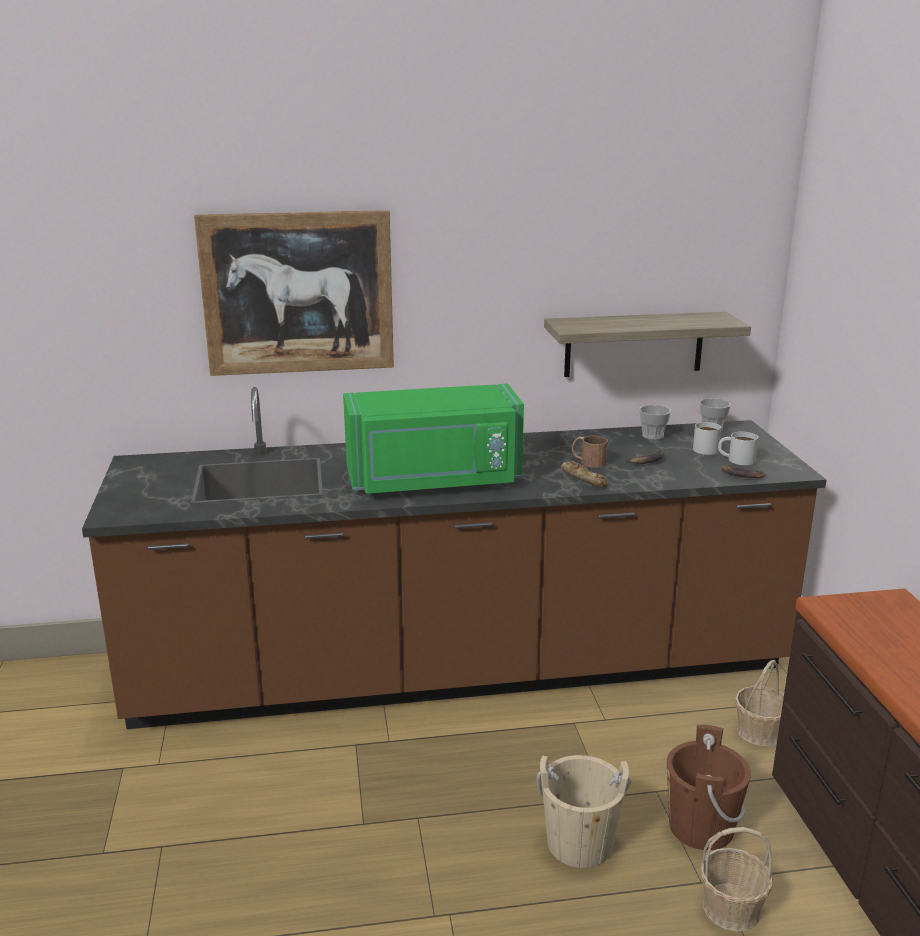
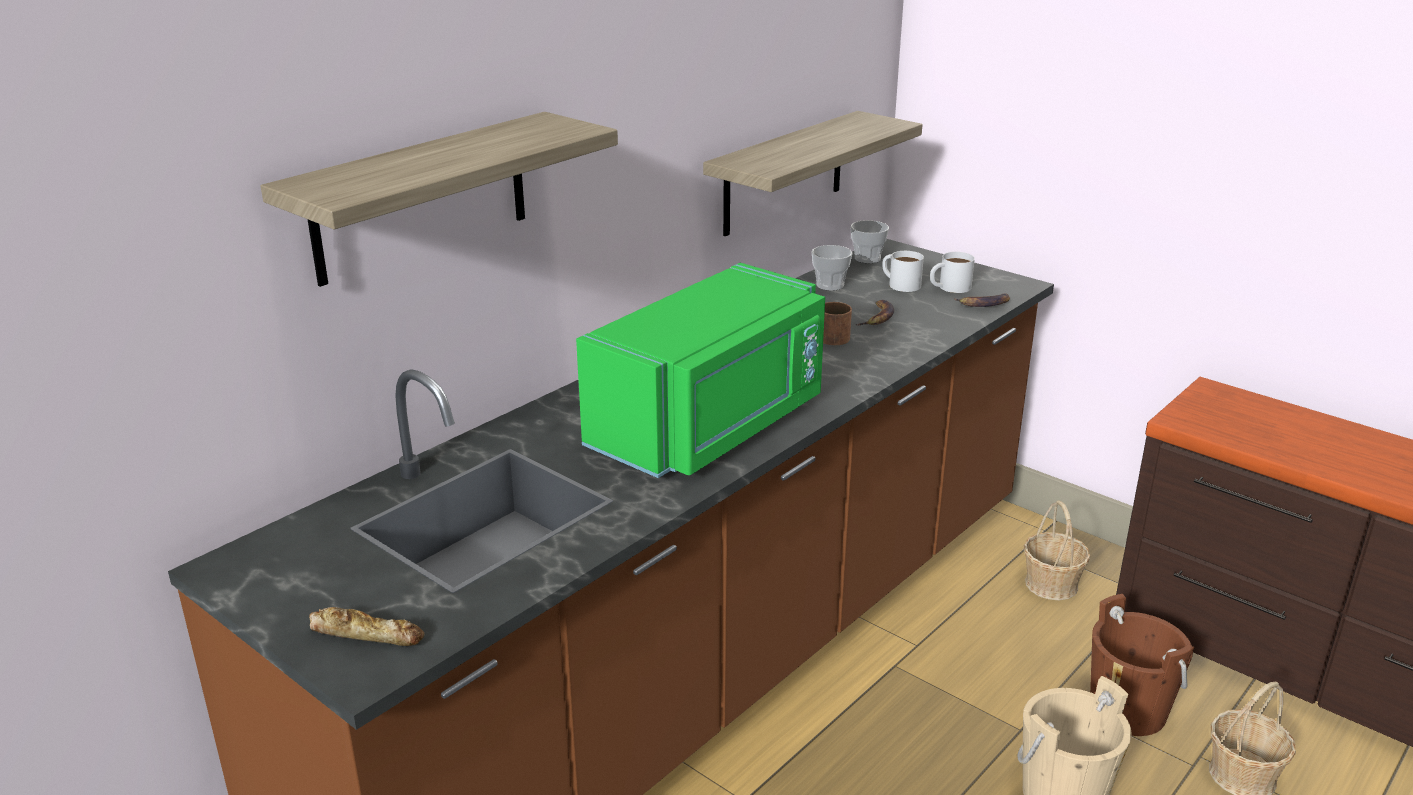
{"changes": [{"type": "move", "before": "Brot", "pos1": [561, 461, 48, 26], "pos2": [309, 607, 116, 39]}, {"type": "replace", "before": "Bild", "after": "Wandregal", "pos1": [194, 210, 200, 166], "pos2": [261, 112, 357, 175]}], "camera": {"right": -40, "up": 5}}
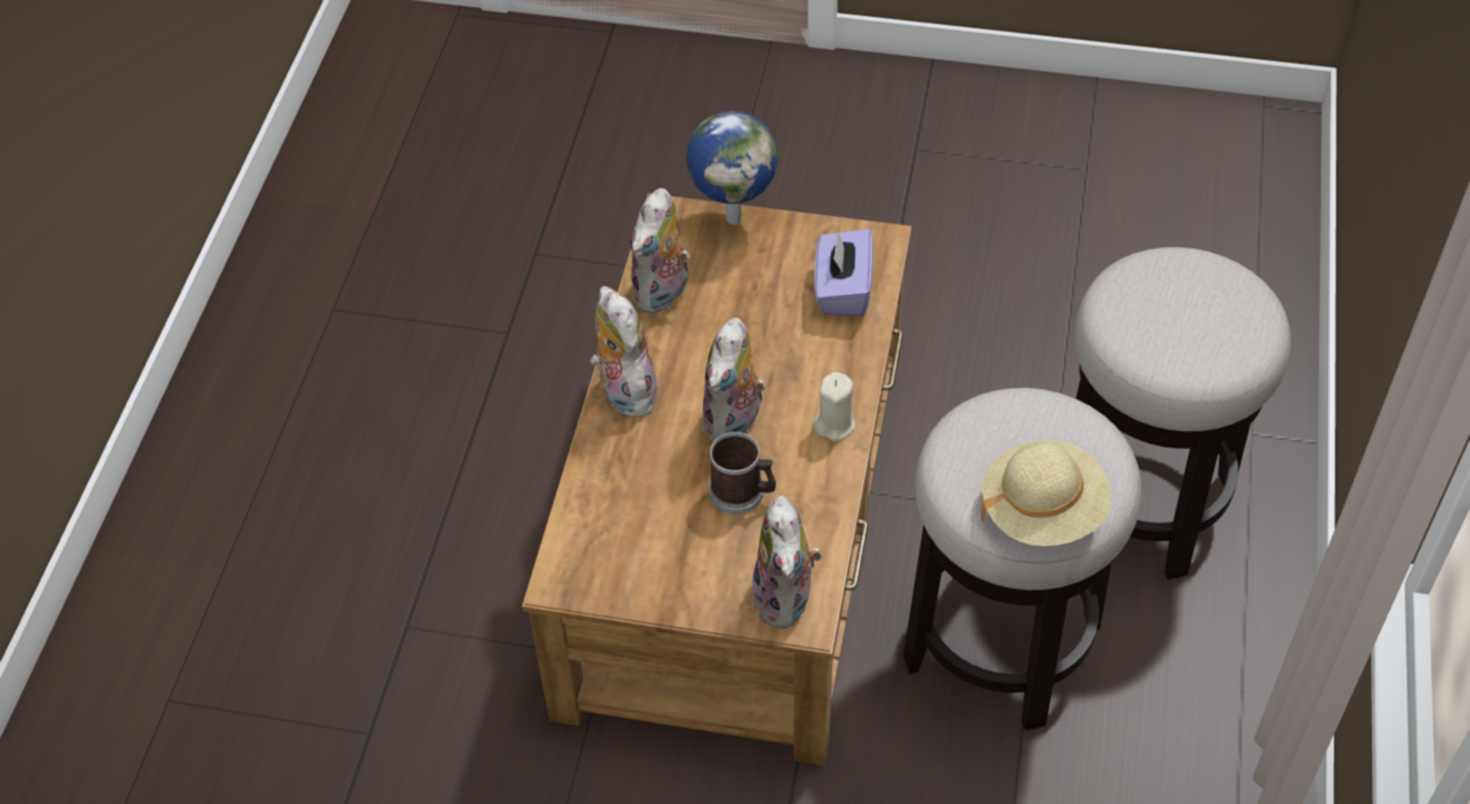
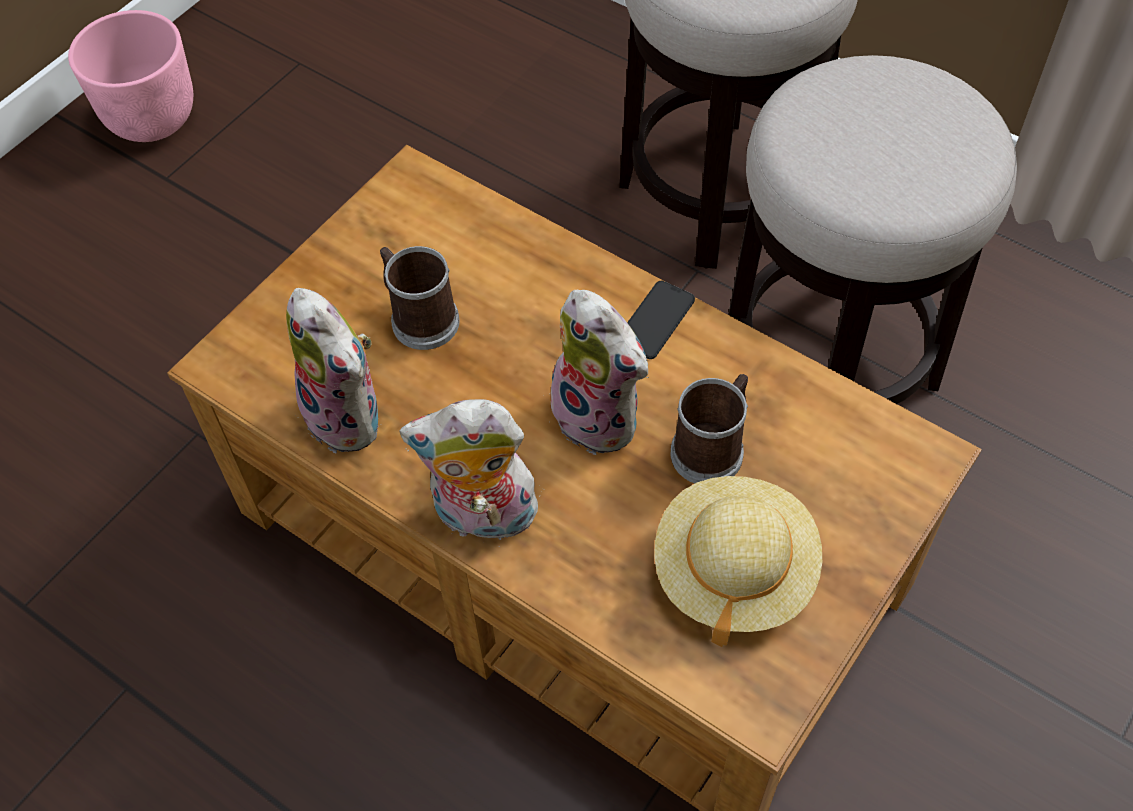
{"changes": [{"type": "delete", "before": "Globus", "pos1": [686, 111, 92, 114]}, {"type": "delete", "before": "Plüschtier", "pos1": [751, 496, 71, 132]}, {"type": "delete", "before": "Taschentuchbox [lila]", "pos1": [815, 229, 58, 87]}, {"type": "insert", "after": "Pflanzkübel [rosa]", "pos2": [68, 10, 125, 132]}, {"type": "insert", "after": "Henkelbecher", "pos2": [380, 246, 80, 104]}, {"type": "move", "before": "Hut [beige]", "pos1": [981, 440, 131, 106], "pos2": [654, 476, 168, 171]}, {"type": "replace", "before": "Kerze [beige]", "after": "Handy", "pos1": [813, 372, 43, 69], "pos2": [627, 281, 68, 78]}], "camera": {"right": -65, "up": 5}}
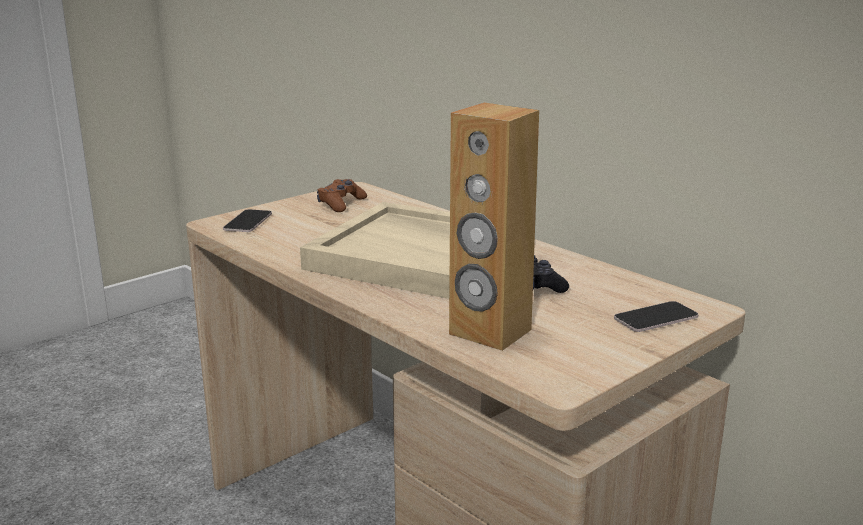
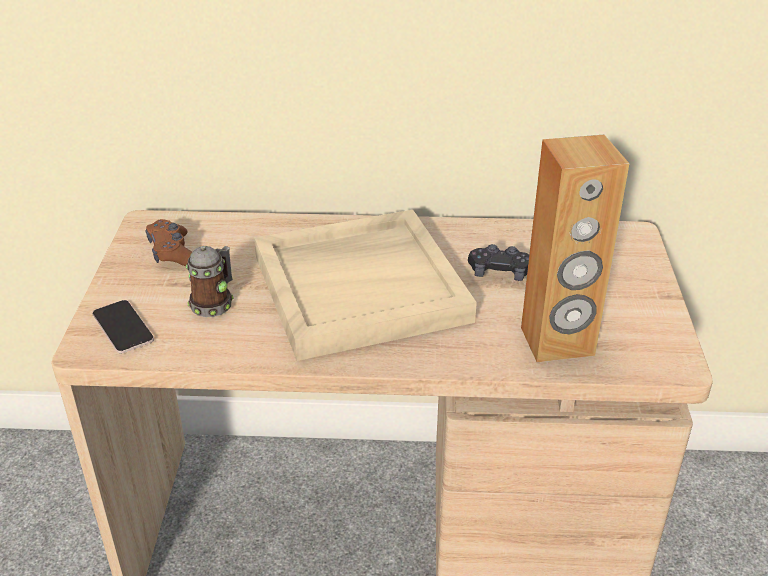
{"changes": [{"type": "delete", "before": "Handy", "pos1": [614, 301, 85, 31]}, {"type": "insert", "after": "Henkelbecher", "pos2": [186, 246, 47, 71]}], "camera": {"right": -45, "up": 15}}
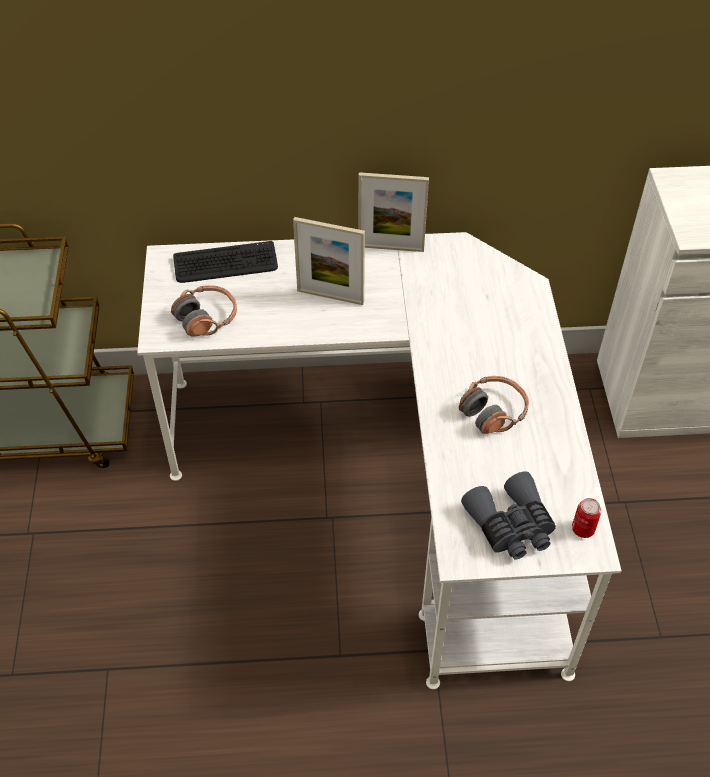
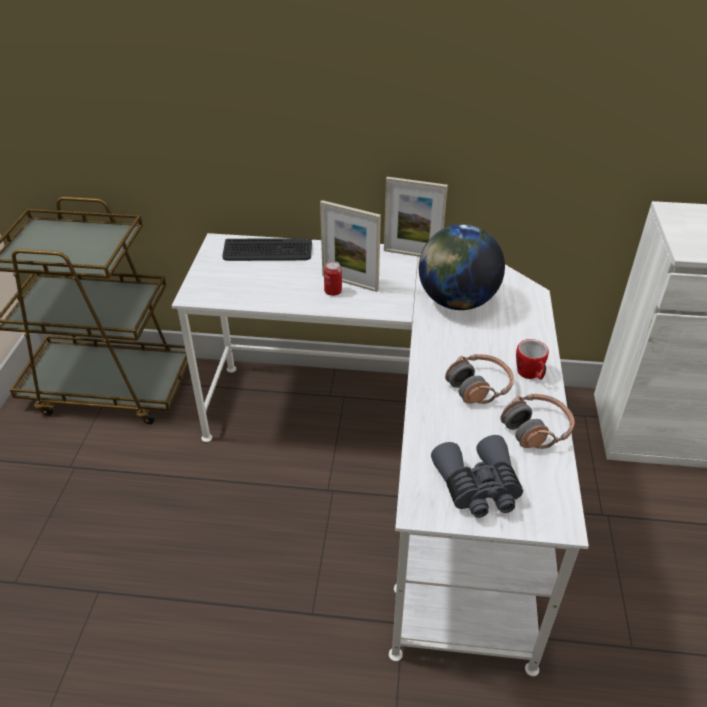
{"changes": [{"type": "insert", "after": "Globus", "pos2": [419, 224, 86, 86]}, {"type": "insert", "after": "Henkelbecher", "pos2": [516, 339, 33, 41]}, {"type": "move", "before": "Kopfhörer", "pos1": [171, 285, 66, 52], "pos2": [500, 394, 74, 55]}, {"type": "move", "before": "Dose", "pos1": [572, 498, 29, 40], "pos2": [324, 261, 18, 35]}], "camera": {"right": 10, "up": -10}}
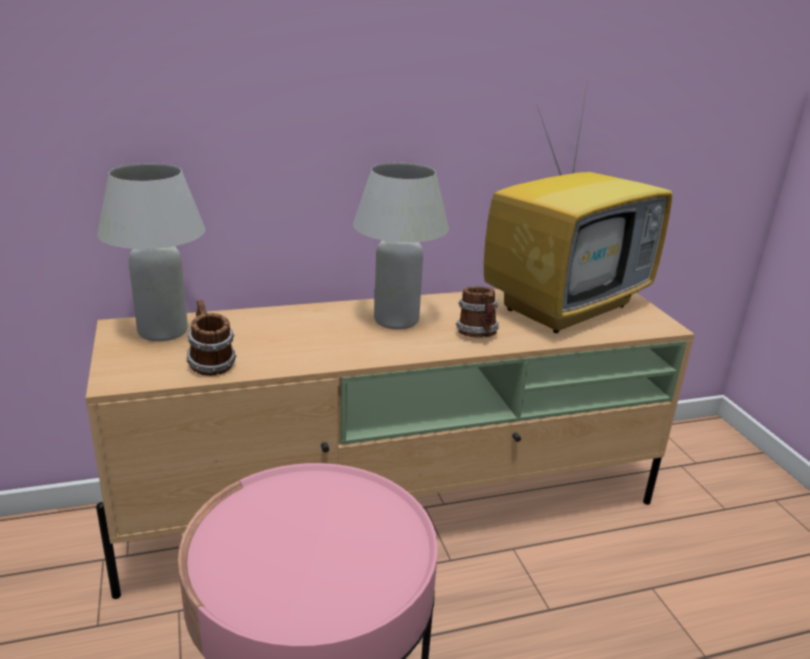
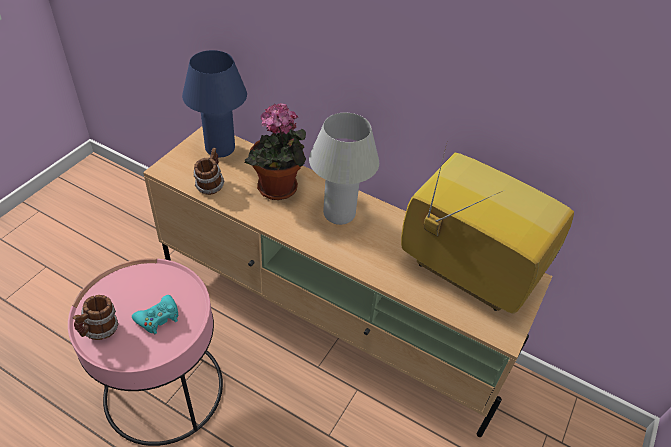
{"changes": [{"type": "insert", "after": "Gamepad [türkis]", "pos2": [132, 295, 46, 39]}, {"type": "insert", "after": "Topfpflanze", "pos2": [244, 103, 62, 97]}, {"type": "move", "before": "Henkelbecher", "pos1": [456, 287, 43, 51], "pos2": [73, 295, 46, 45]}, {"type": "recolor", "before": "Tischlampe [weiß]", "after": "Tischlampe [blau]", "pos1": [97, 163, 108, 179], "pos2": [182, 50, 65, 107]}, {"type": "rotate", "before": "Fernseher", "pos1": [484, 80, 188, 253], "pos2": [401, 144, 173, 170], "turn": -150}], "camera": {"right": 45, "up": 20}}
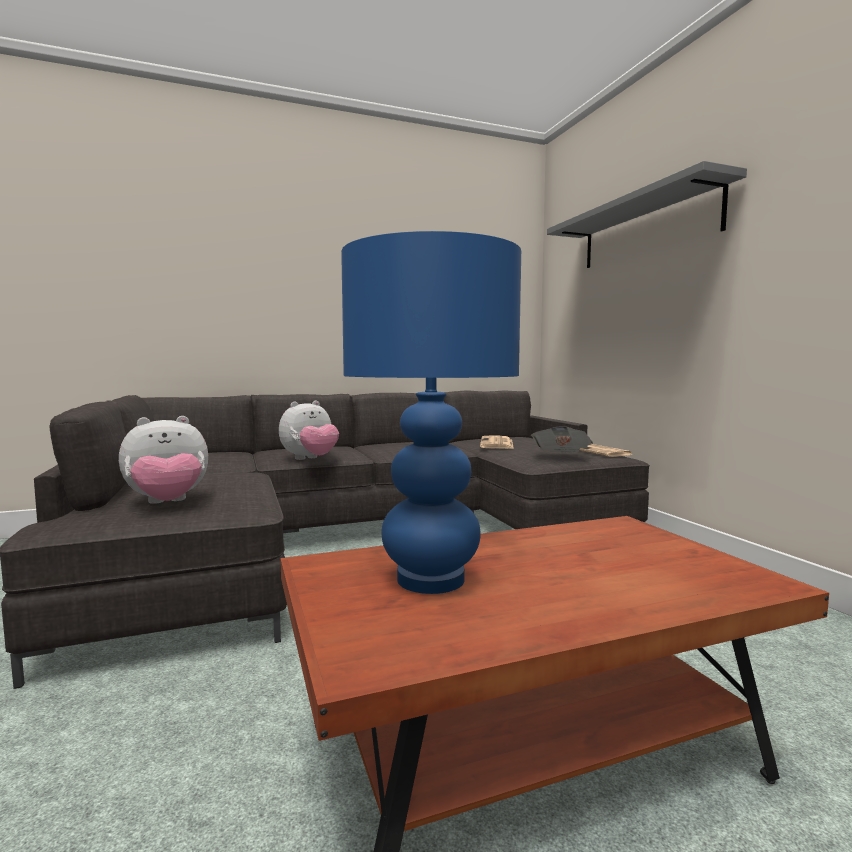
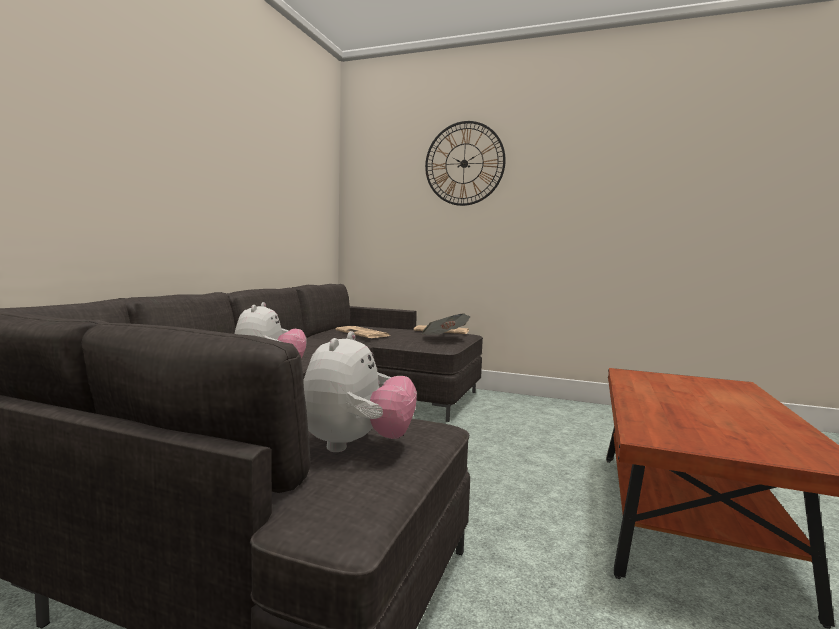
{"changes": [{"type": "delete", "before": "Tischlampe [blau]", "pos1": [341, 231, 180, 363]}, {"type": "replace", "before": "Wandregal [grau]", "after": "Wanduhr", "pos1": [547, 161, 200, 107], "pos2": [425, 121, 80, 85]}], "camera": {"right": -50, "up": 0}}
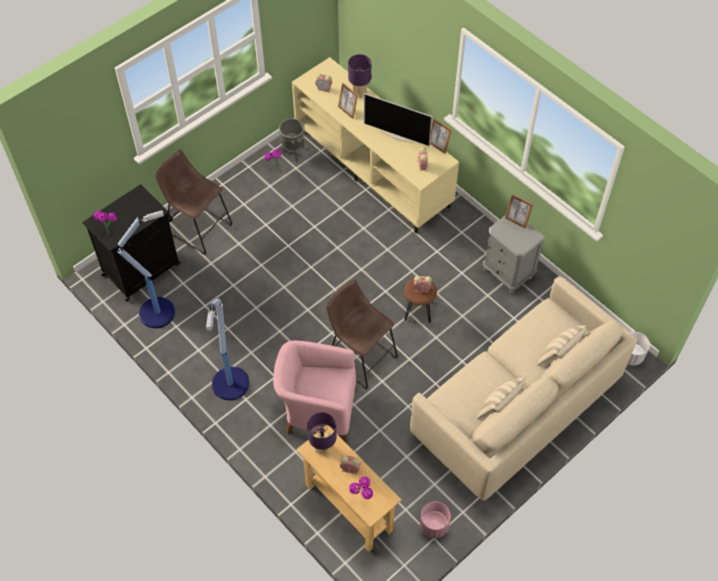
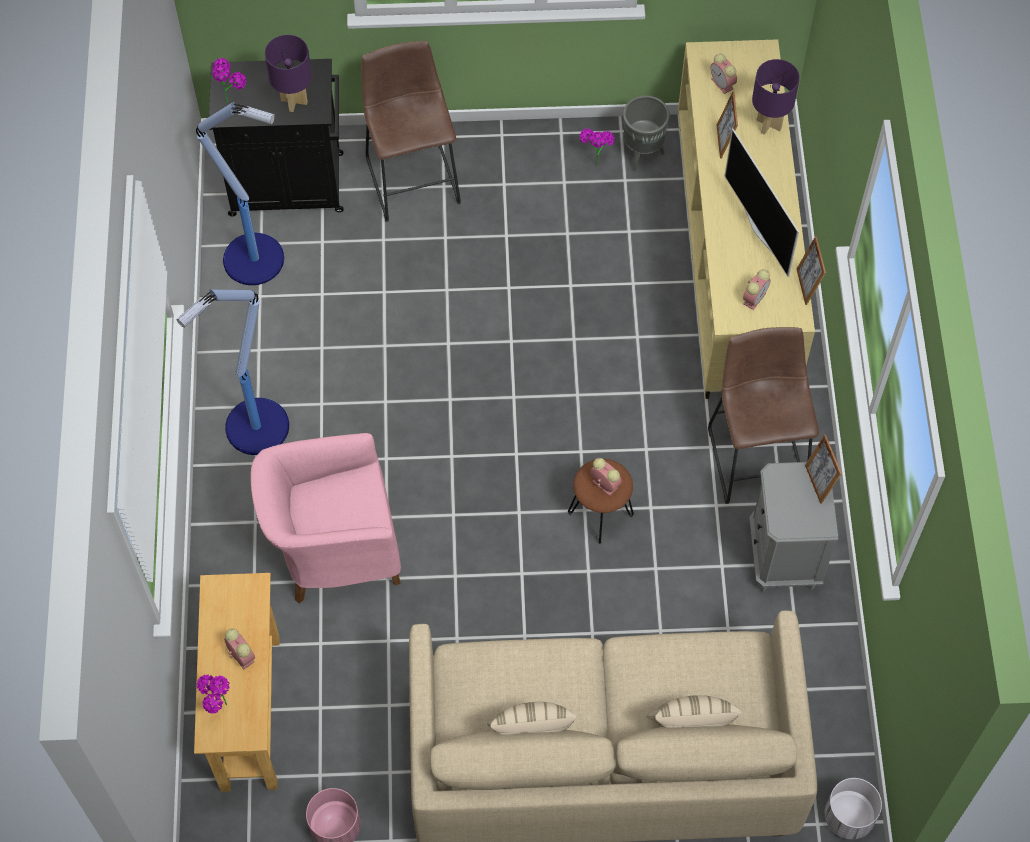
{"changes": [{"type": "move", "before": "Tischlampe [lila]", "pos1": [307, 412, 30, 44], "pos2": [265, 35, 47, 77]}, {"type": "move", "before": "Hocker [braun]", "pos1": [326, 278, 72, 111], "pos2": [708, 327, 111, 177]}, {"type": "rotate", "before": "Sessel [rosa]", "pos1": [273, 341, 83, 101], "pos2": [251, 433, 150, 171], "turn": -60}], "camera": {"right": 40, "up": 5}}
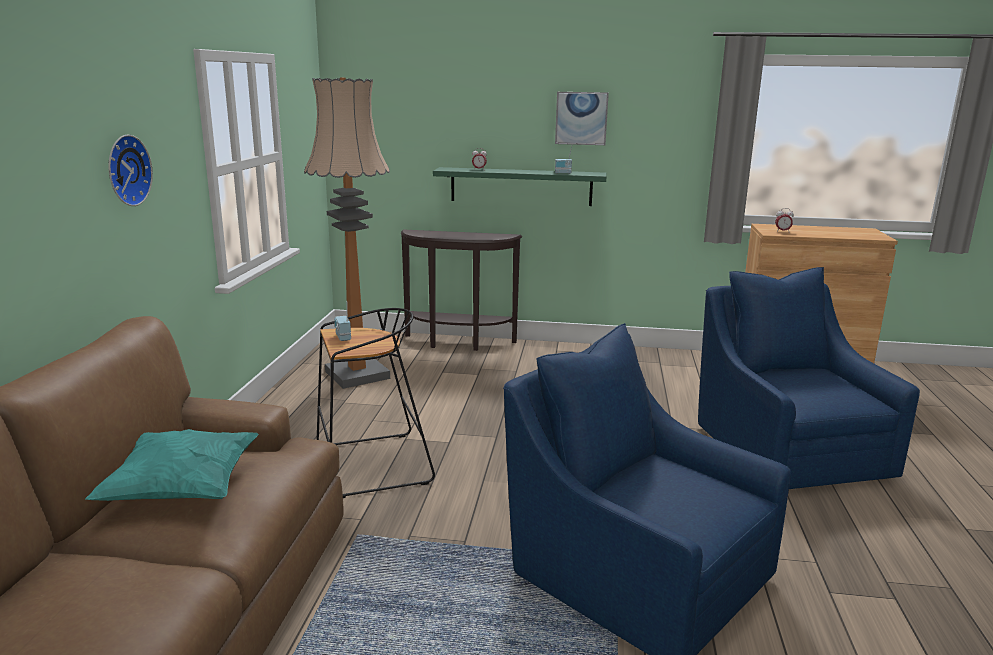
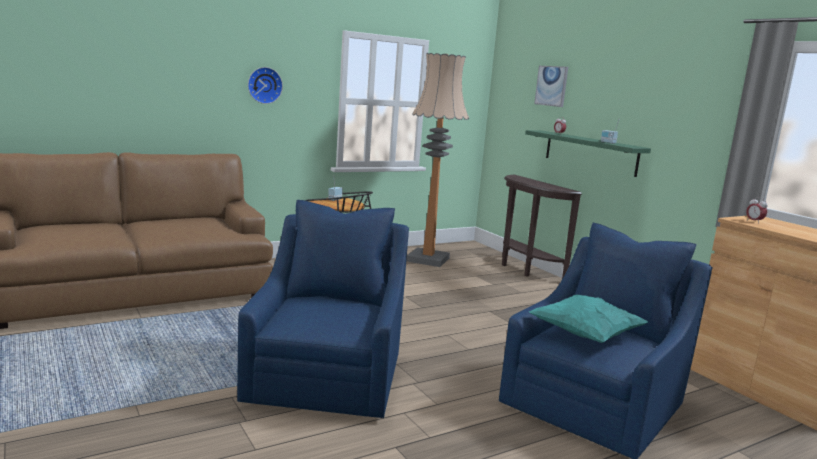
{"changes": [{"type": "move", "before": "Kissen [türkis]", "pos1": [85, 429, 174, 72], "pos2": [529, 295, 119, 48]}, {"type": "move", "before": "Bild", "pos1": [555, 92, 54, 53], "pos2": [534, 66, 34, 41]}], "camera": {"right": 50, "up": -5}}
